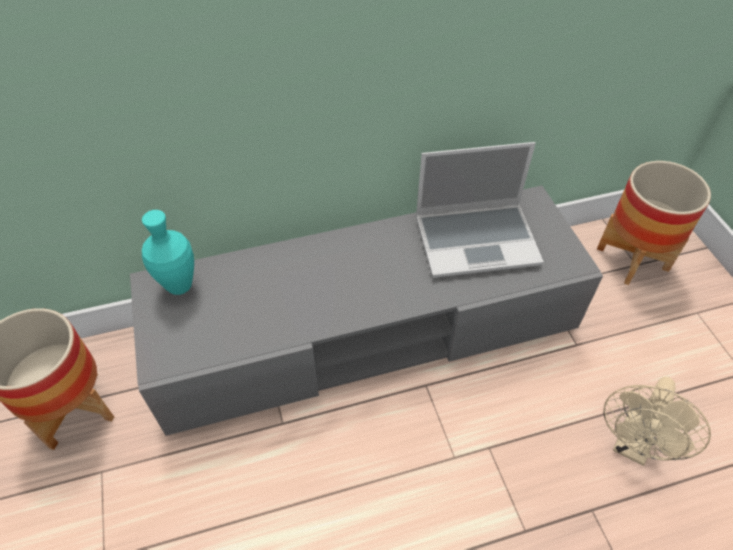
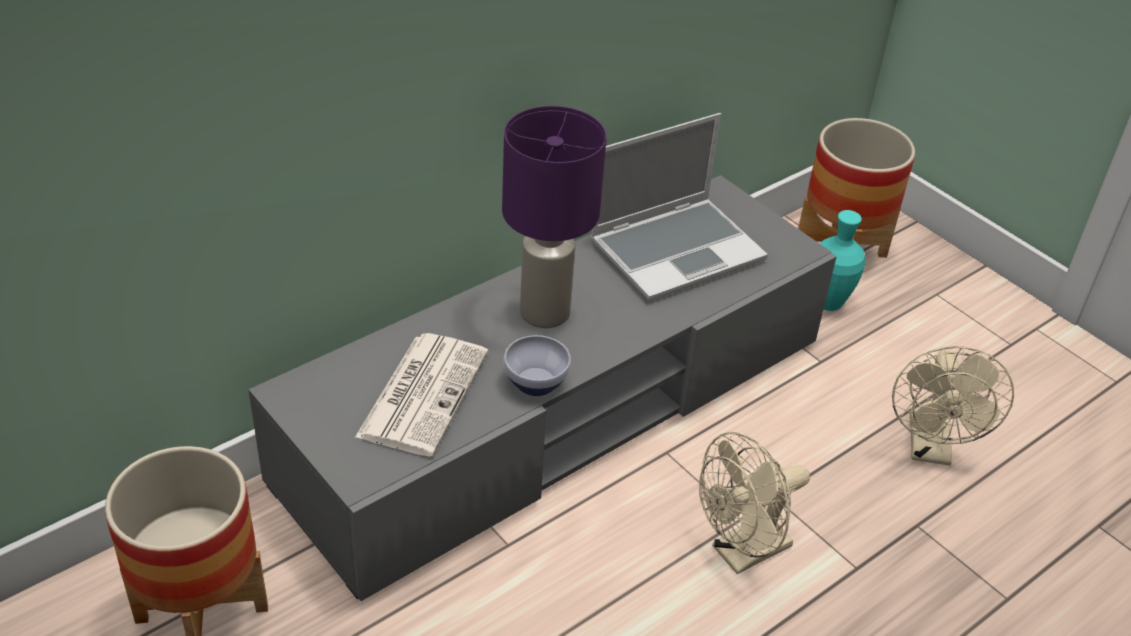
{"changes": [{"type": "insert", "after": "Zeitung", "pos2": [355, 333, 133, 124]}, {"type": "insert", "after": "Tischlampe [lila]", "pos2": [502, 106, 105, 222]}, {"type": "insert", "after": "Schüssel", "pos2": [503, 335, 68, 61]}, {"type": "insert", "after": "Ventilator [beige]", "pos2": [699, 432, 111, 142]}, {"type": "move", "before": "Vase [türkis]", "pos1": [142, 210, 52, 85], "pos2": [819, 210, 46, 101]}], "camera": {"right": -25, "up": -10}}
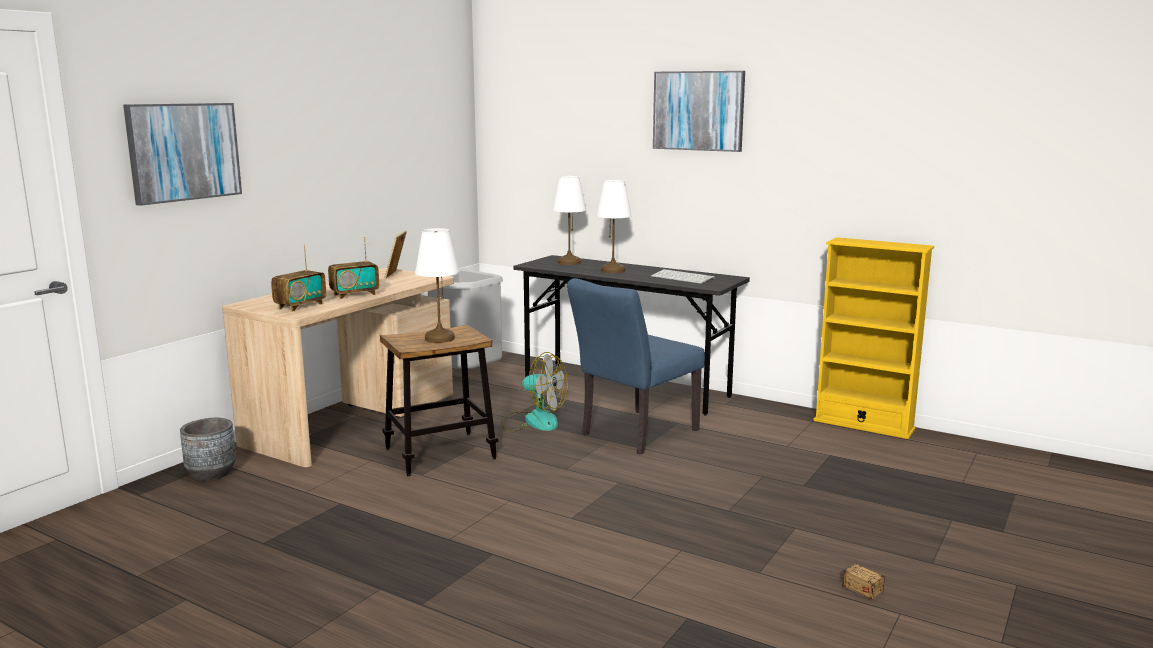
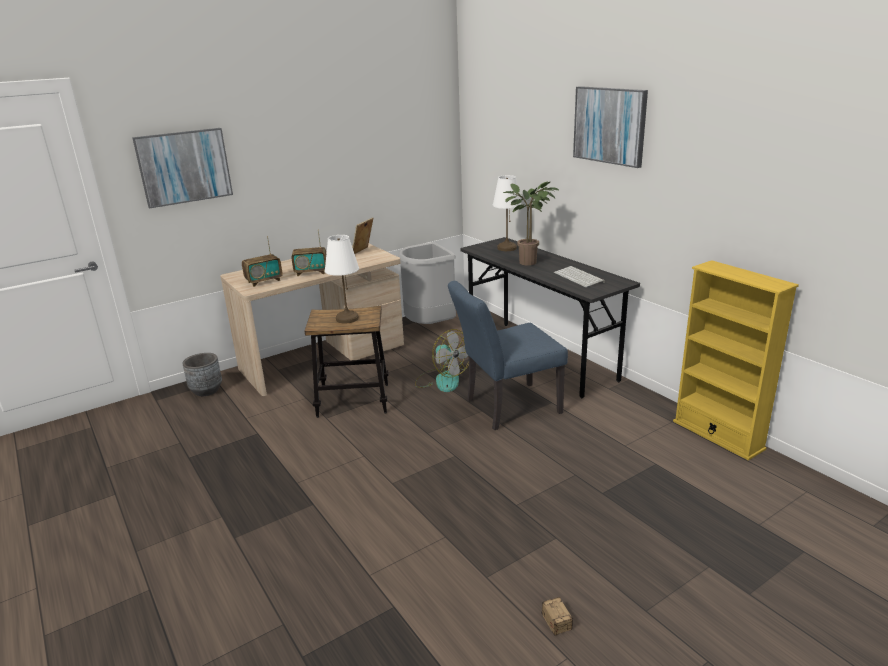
{"changes": [{"type": "replace", "before": "Tischlampe [weiß]", "after": "Topfpflanze", "pos1": [596, 180, 36, 93], "pos2": [503, 181, 56, 85]}], "camera": {"right": 25, "up": 10}}
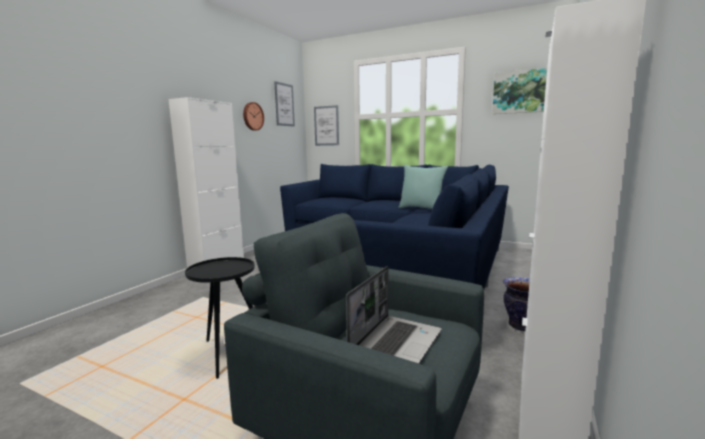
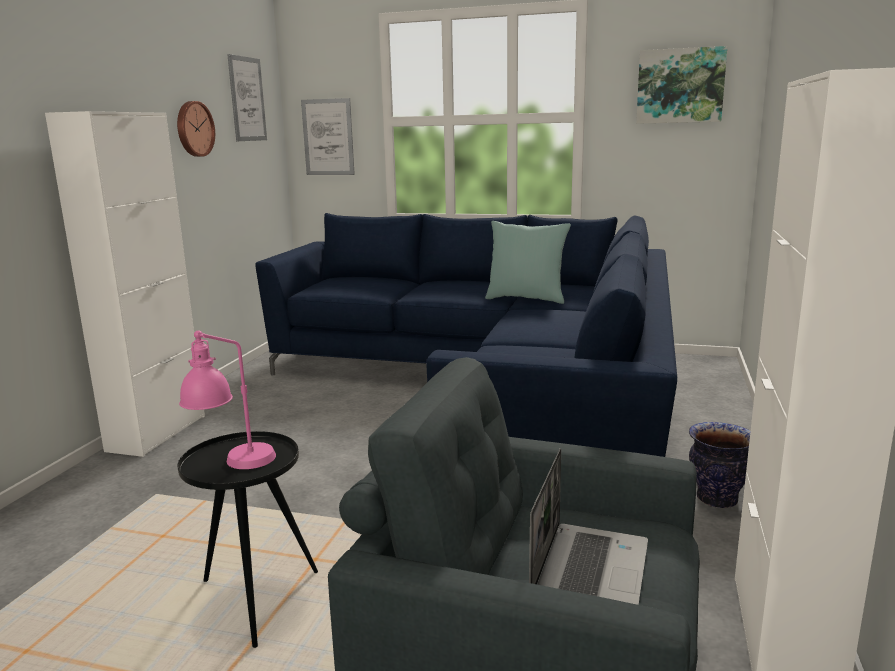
{"changes": [{"type": "insert", "after": "Tischlampe [rosa]", "pos2": [179, 331, 97, 138]}], "camera": {"right": -10, "up": 5}}
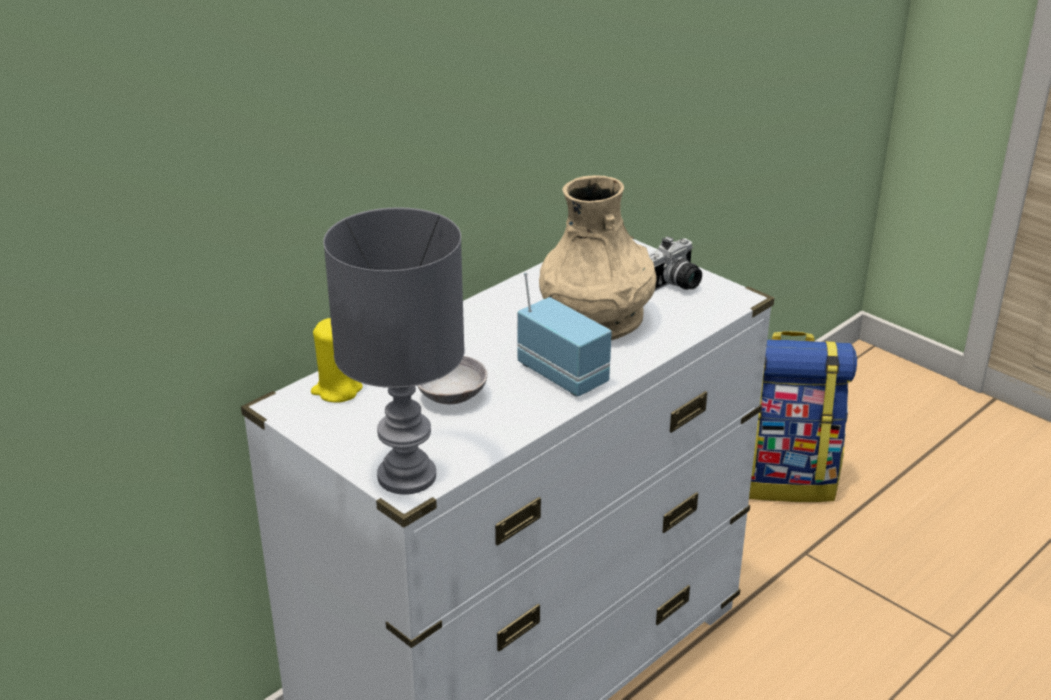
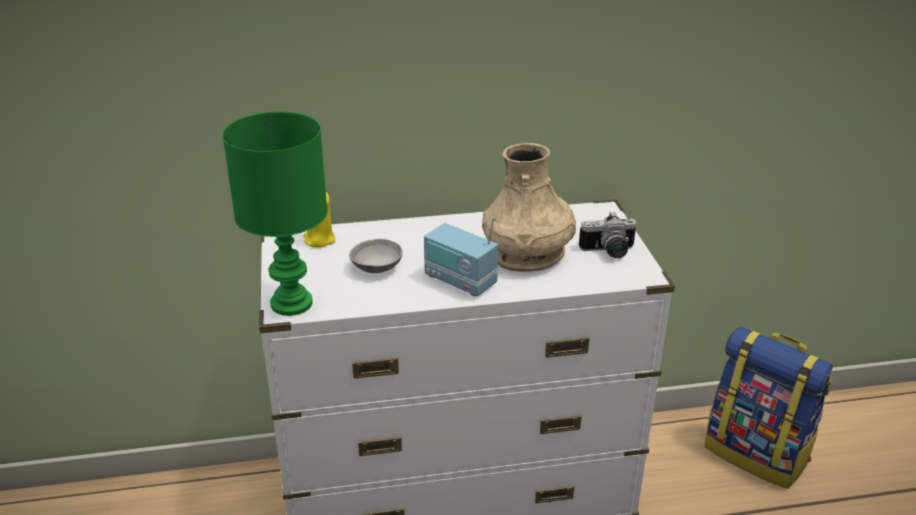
{"changes": [{"type": "recolor", "before": "Tischlampe [grau]", "after": "Tischlampe [grün]", "pos1": [323, 208, 142, 287], "pos2": [222, 111, 106, 205]}, {"type": "rotate", "before": "Radio", "pos1": [517, 272, 95, 124], "pos2": [424, 217, 74, 79], "turn": 135}], "camera": {"right": 35, "up": 0}}
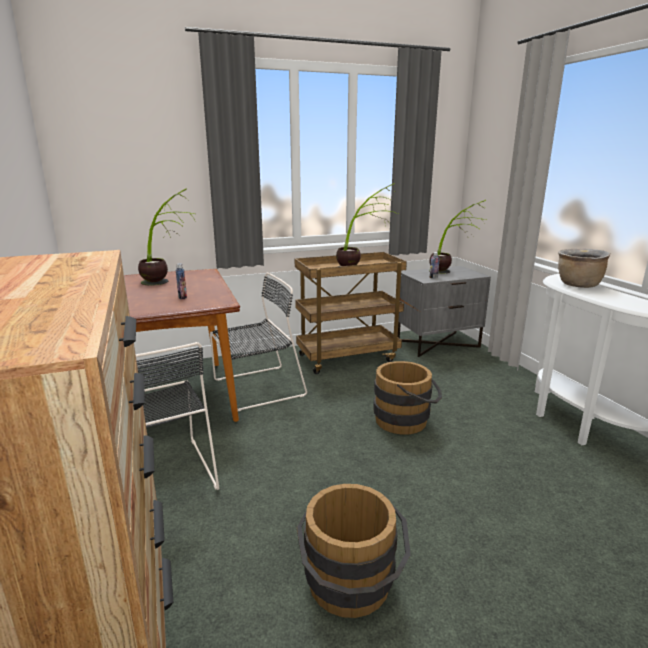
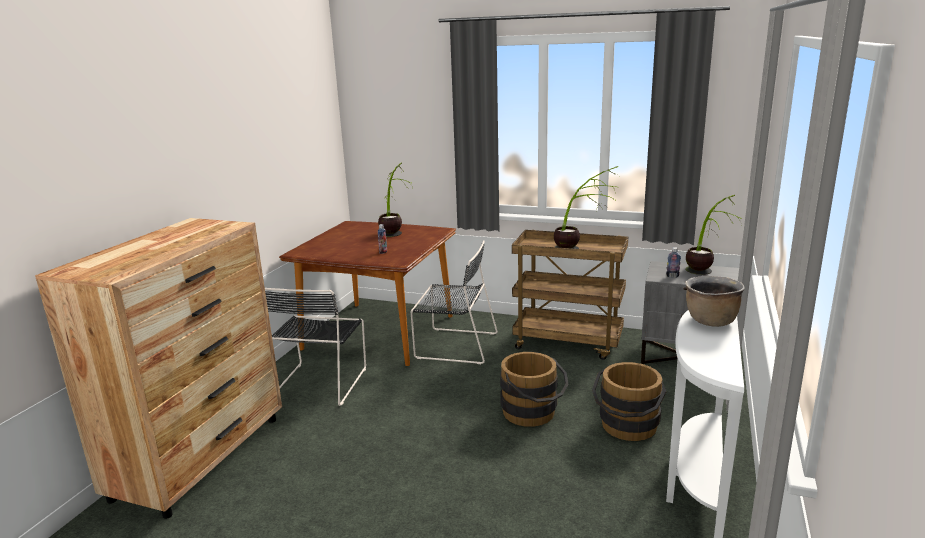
{"changes": [{"type": "move", "before": "Eimer [braun]", "pos1": [297, 484, 114, 134], "pos2": [592, 362, 74, 79]}], "camera": {"right": 40, "up": 0}}
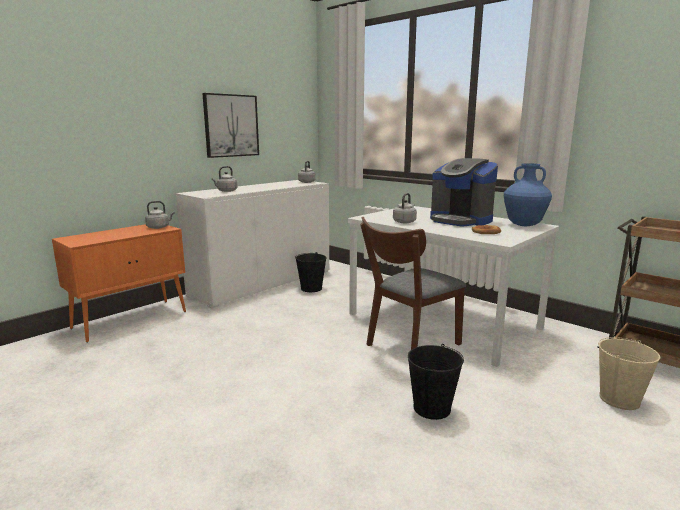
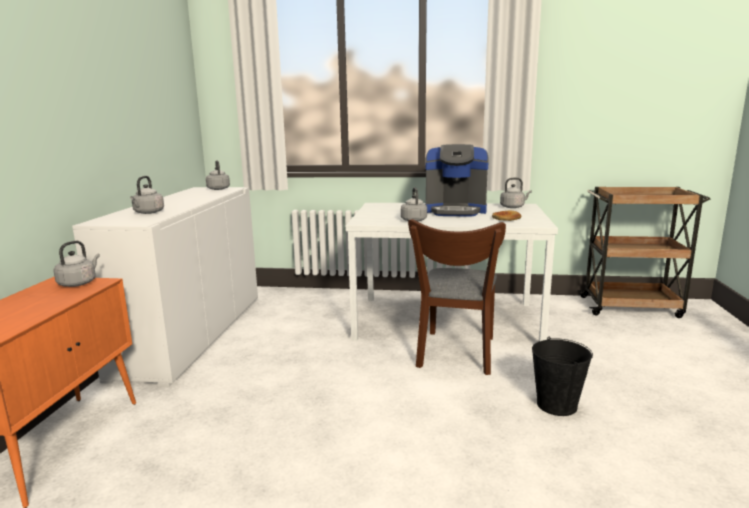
{"changes": [{"type": "delete", "before": "Bild", "pos1": [202, 93, 57, 65]}, {"type": "delete", "before": "Eimer [schwarz]", "pos1": [295, 252, 32, 40]}, {"type": "delete", "before": "Eimer [beige]", "pos1": [598, 337, 62, 73]}, {"type": "replace", "before": "Vase [blau]", "after": "Wasserkessel [grau]", "pos1": [504, 163, 48, 63], "pos2": [500, 178, 32, 30]}], "camera": {"right": -35, "up": 0}}
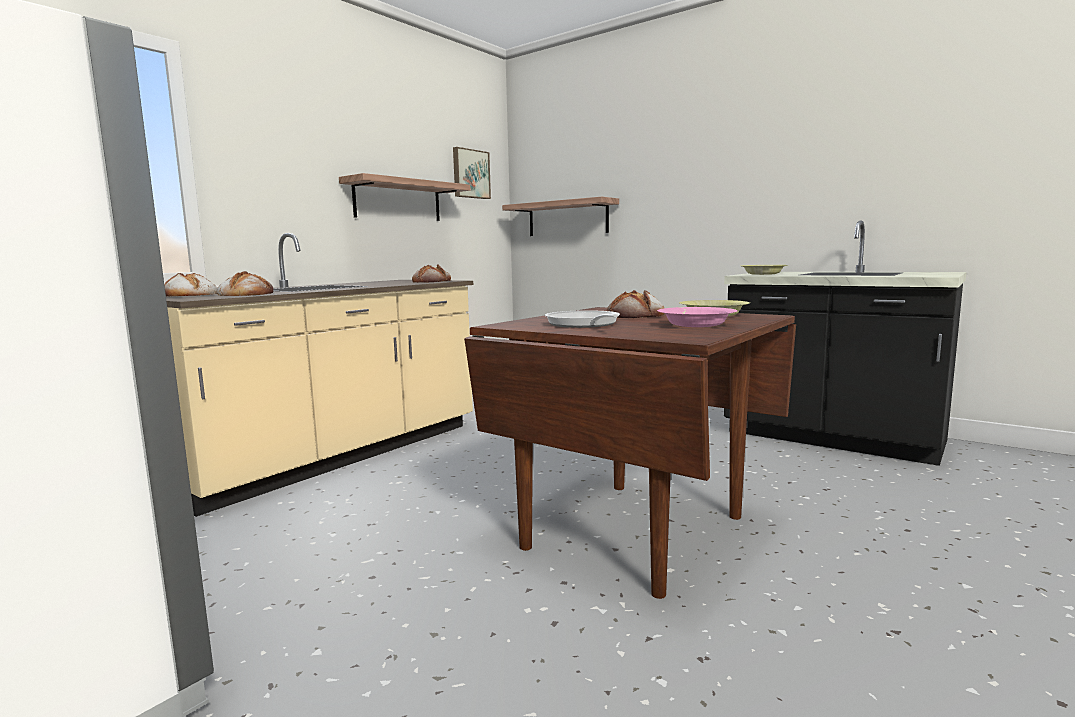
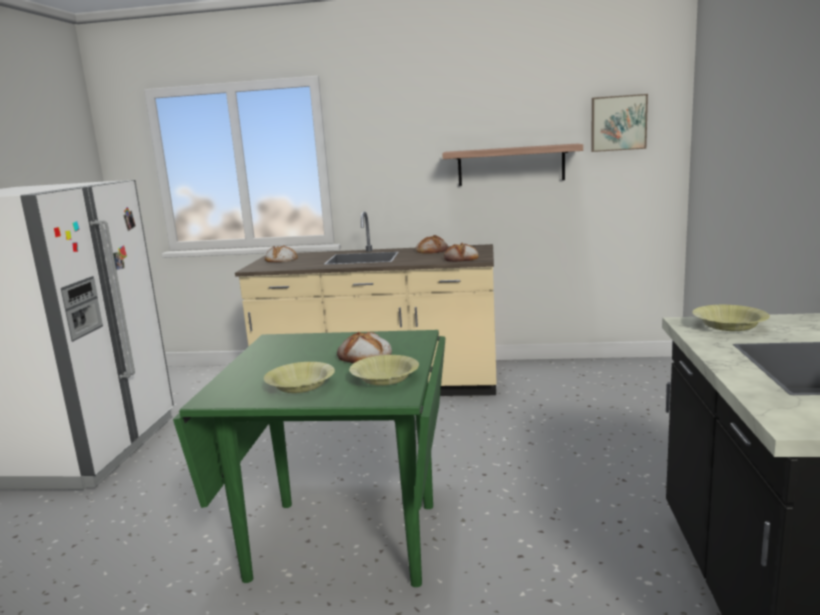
{"changes": [{"type": "delete", "before": "Wandregal", "pos1": [502, 197, 117, 39]}, {"type": "delete", "before": "Pfanne", "pos1": [545, 310, 75, 18]}, {"type": "move", "before": "Brot", "pos1": [217, 271, 57, 25], "pos2": [416, 235, 32, 19]}, {"type": "recolor", "before": "Esstisch [braun]", "after": "Esstisch [grün]", "pos1": [464, 307, 332, 292], "pos2": [173, 330, 273, 257]}, {"type": "recolor", "before": "Schüssel [rosa]", "after": "Schüssel [gelb]", "pos1": [657, 307, 80, 20], "pos2": [264, 362, 71, 31]}], "camera": {"right": 60, "up": 5}}
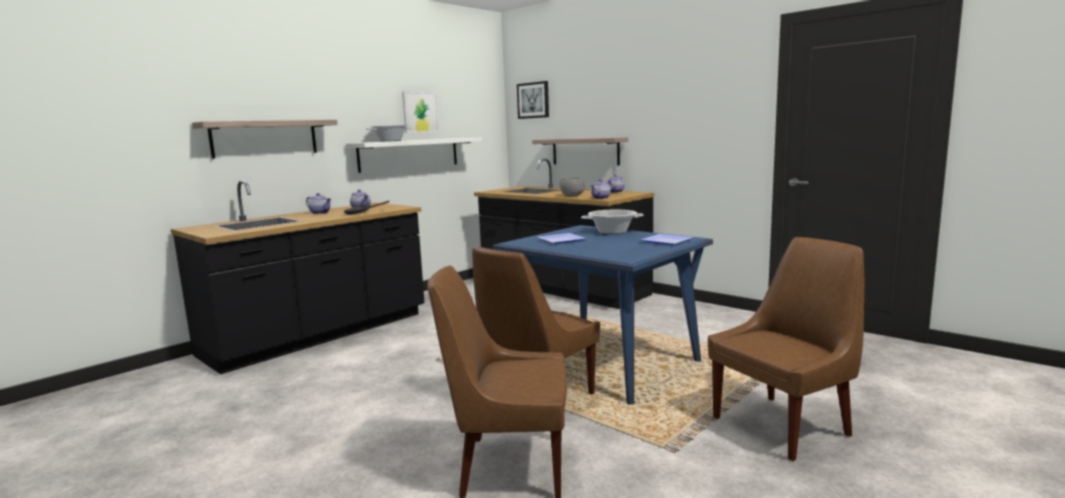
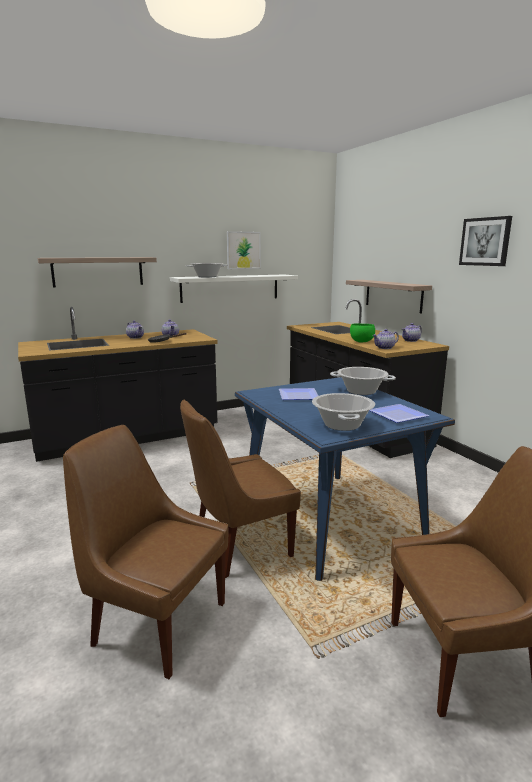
{"changes": [{"type": "insert", "after": "Kochtopf", "pos2": [312, 393, 63, 38]}, {"type": "move", "before": "Bild", "pos1": [517, 81, 32, 38], "pos2": [459, 216, 53, 50]}, {"type": "recolor", "before": "Schüssel [grau]", "after": "Schüssel [grün]", "pos1": [560, 178, 25, 19], "pos2": [350, 323, 25, 20]}], "camera": {"right": 20, "up": 5}}
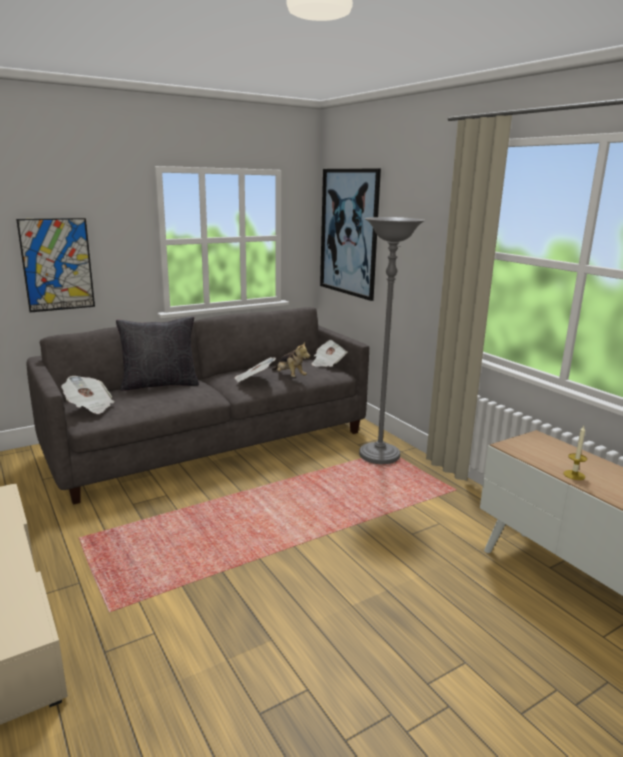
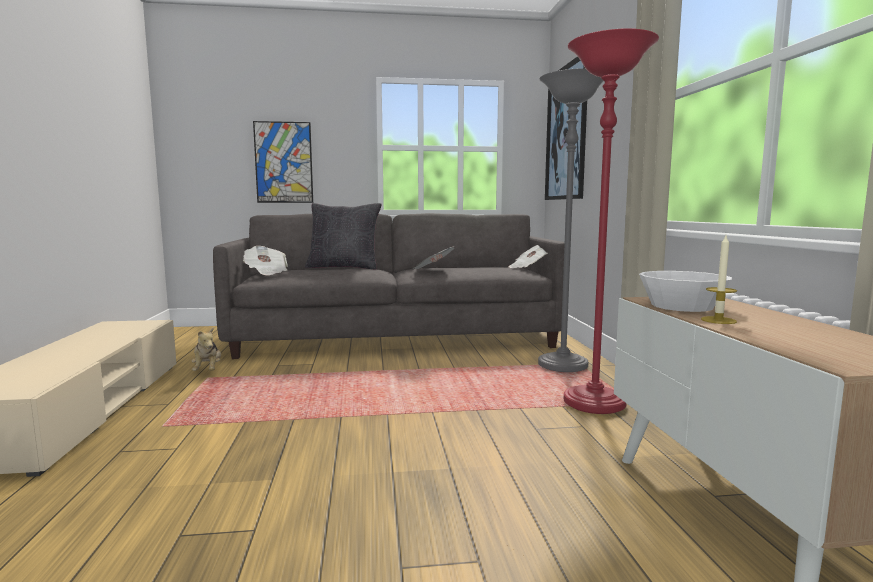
{"changes": [{"type": "insert", "after": "Stehlampe [rot]", "pos2": [564, 28, 95, 386]}, {"type": "insert", "after": "Schüssel [weiß]", "pos2": [639, 271, 93, 41]}, {"type": "move", "before": "Plüschtier", "pos1": [272, 343, 38, 34], "pos2": [192, 327, 29, 44]}], "camera": {"right": 25, "up": -10}}
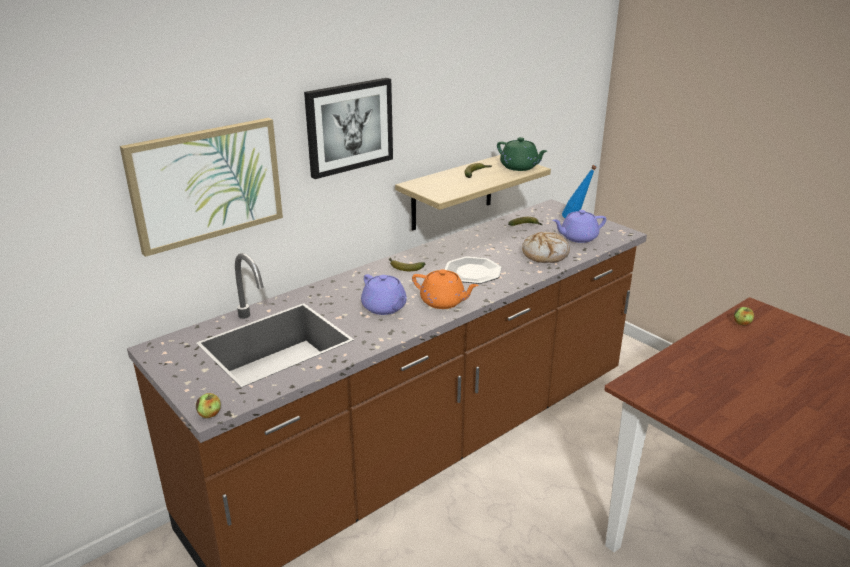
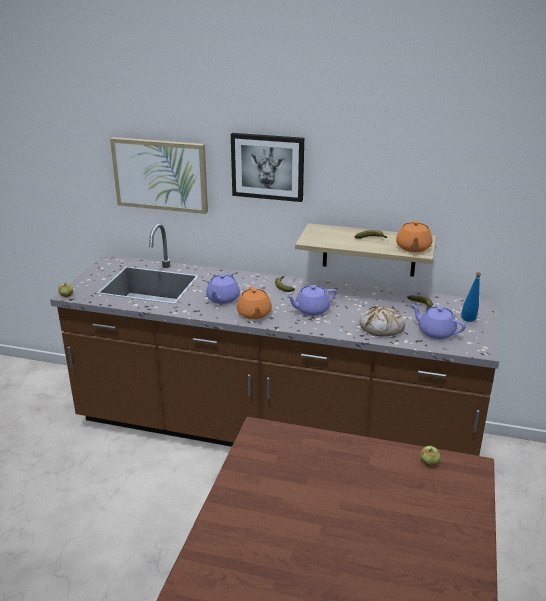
{"changes": [{"type": "replace", "before": "Teller", "after": "Teekanne [lila]", "pos1": [444, 256, 58, 28], "pos2": [285, 285, 52, 31]}, {"type": "recolor", "before": "Teekanne [grün]", "after": "Teekanne [orange]", "pos1": [497, 137, 50, 34], "pos2": [396, 221, 36, 31]}], "camera": {"right": 55, "up": 0}}
